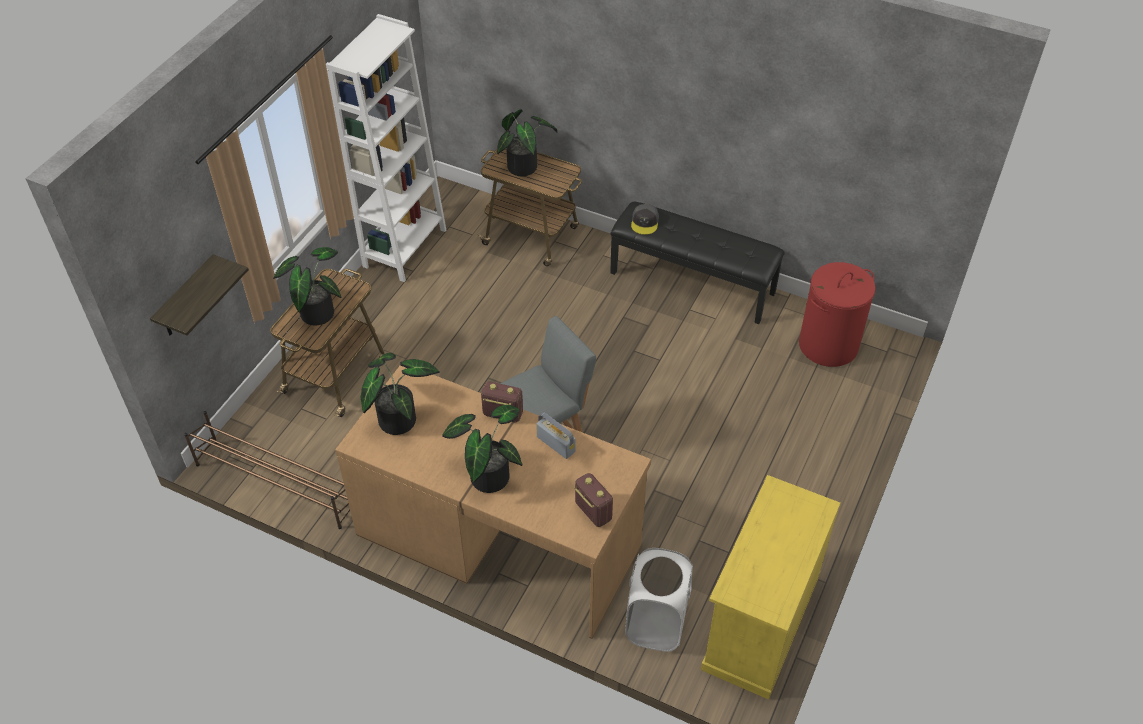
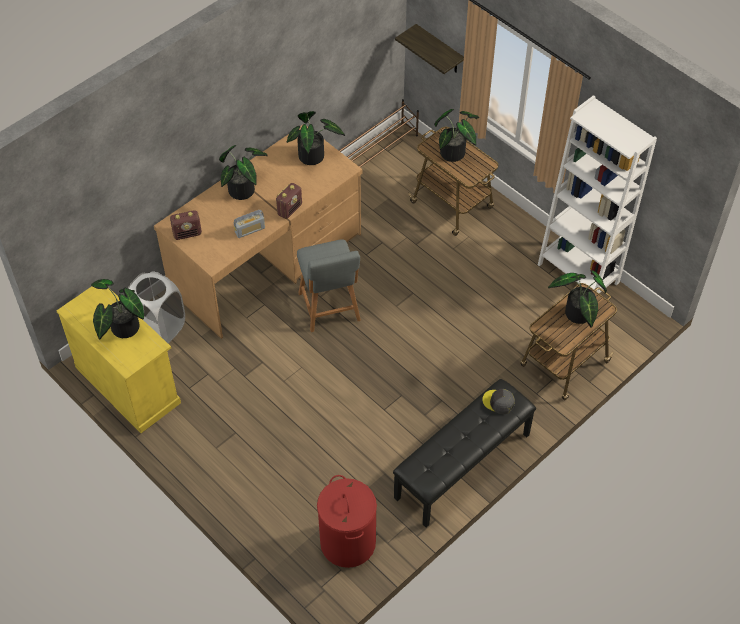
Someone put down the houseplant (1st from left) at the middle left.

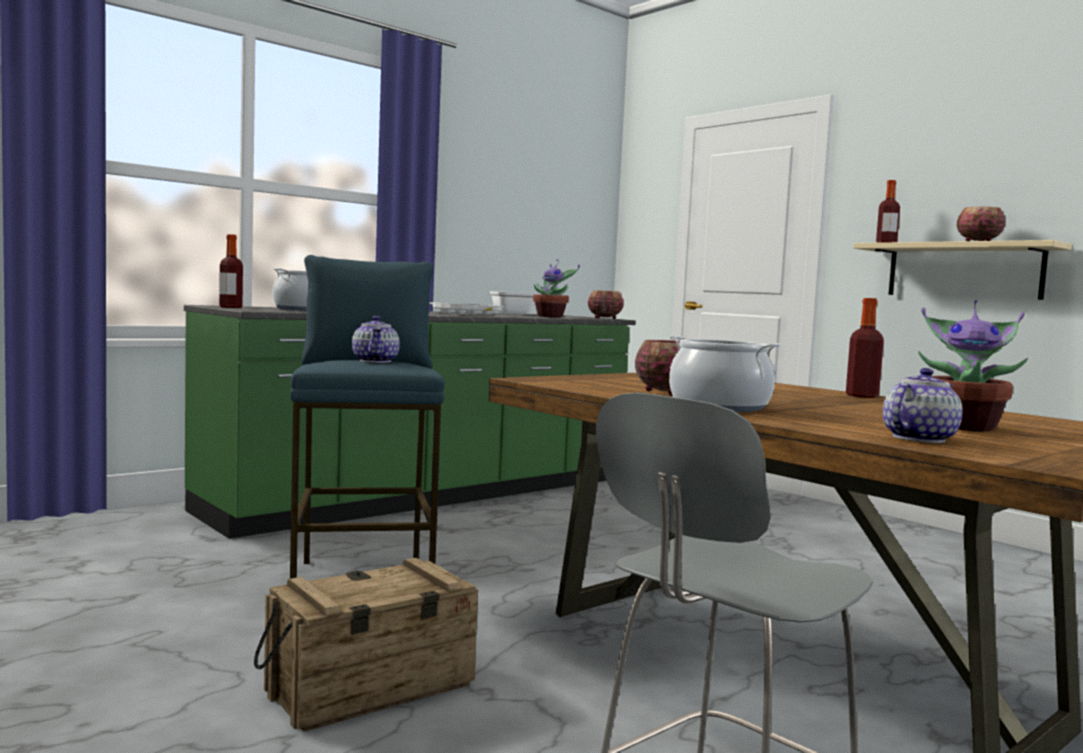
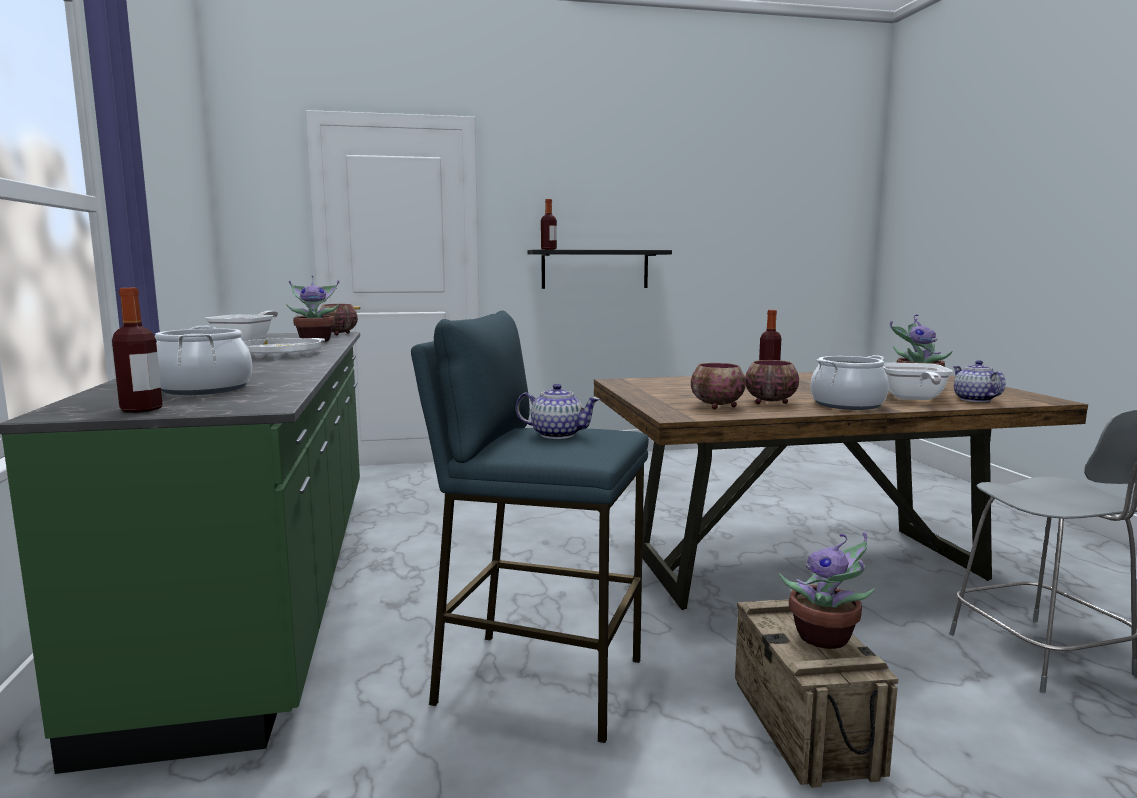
Someone carried the bowl (3rd from left in the first image) from the top right to the centre. Someone repainted the shelf/sand-coloured at the middle right, which became the shelf/black-coloured at the centre. Someone put down the pan (2nd from left) at the middle right. Someone put down the houseplant (2nd from left) at the bottom right.

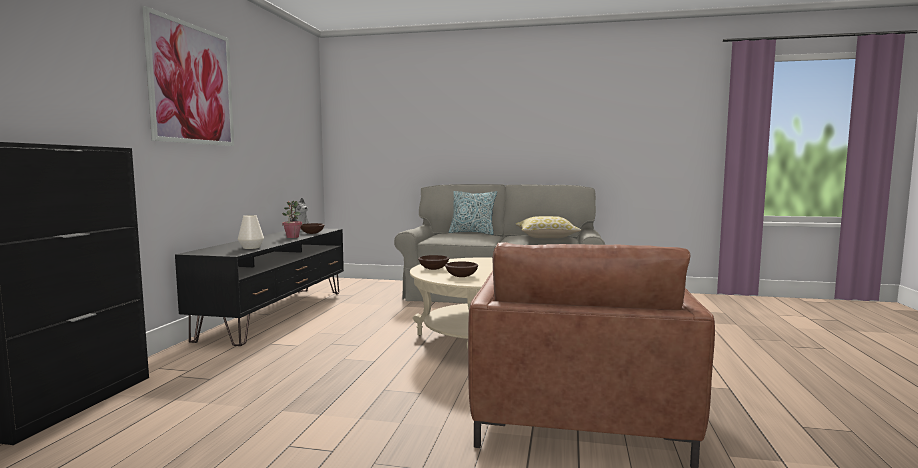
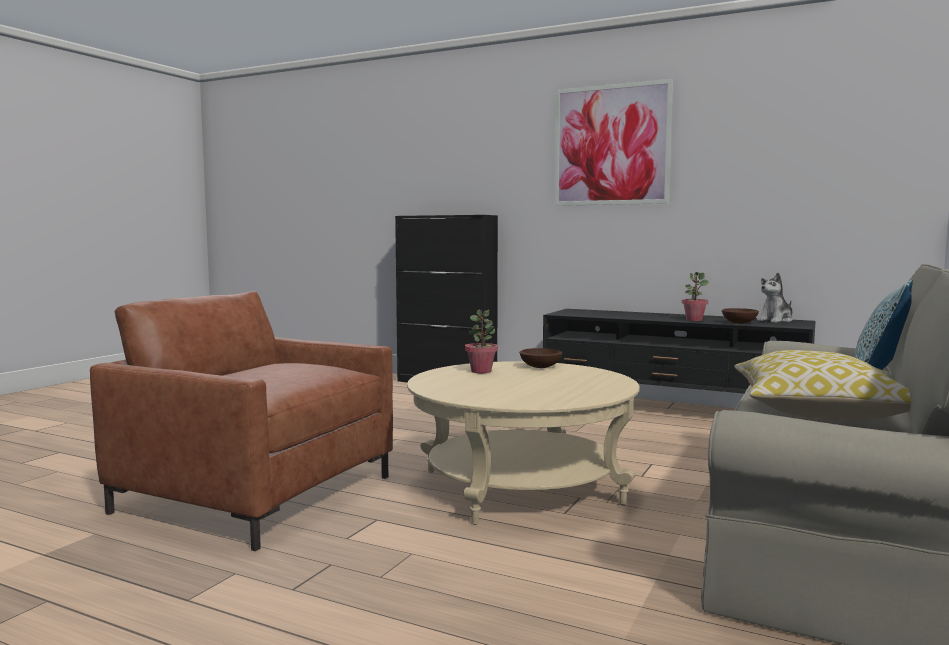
Someone took away the vase/white-coloured at the middle left. Someone swapped the bowl/brown-coloured (3rd from left) at the centre for the houseplant (1st from left) at the centre.

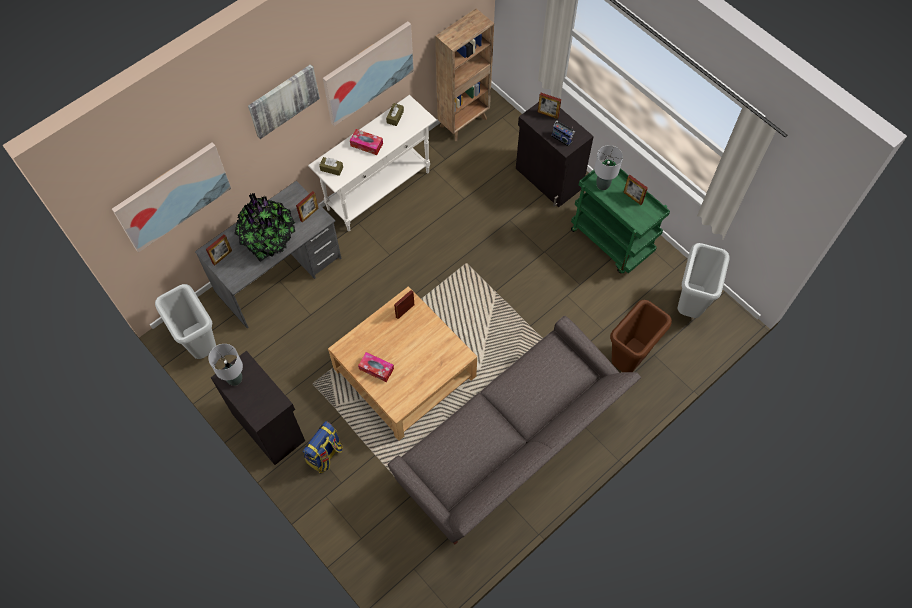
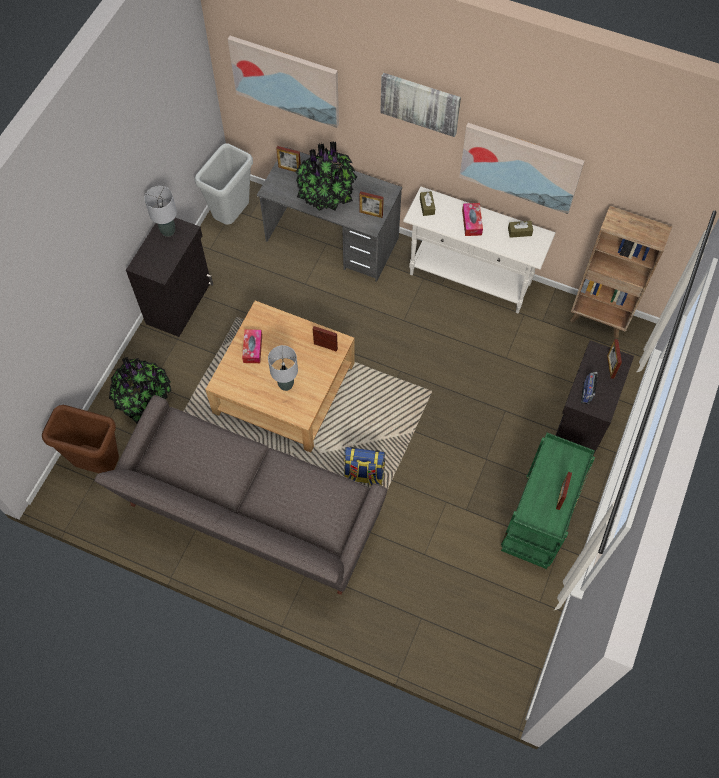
Someone carried the table lamp/grey (2nd from left) from the top right to the centre. Someone took away the rubbish bin/grey (2nd from left) at the middle right. Someone carried the rubbish bin/brown-coloured from the middle right to the middle left. Someone carried the rucksack from the bottom centre to the centre. Someone put down the houseplant (1st from left) at the middle left.

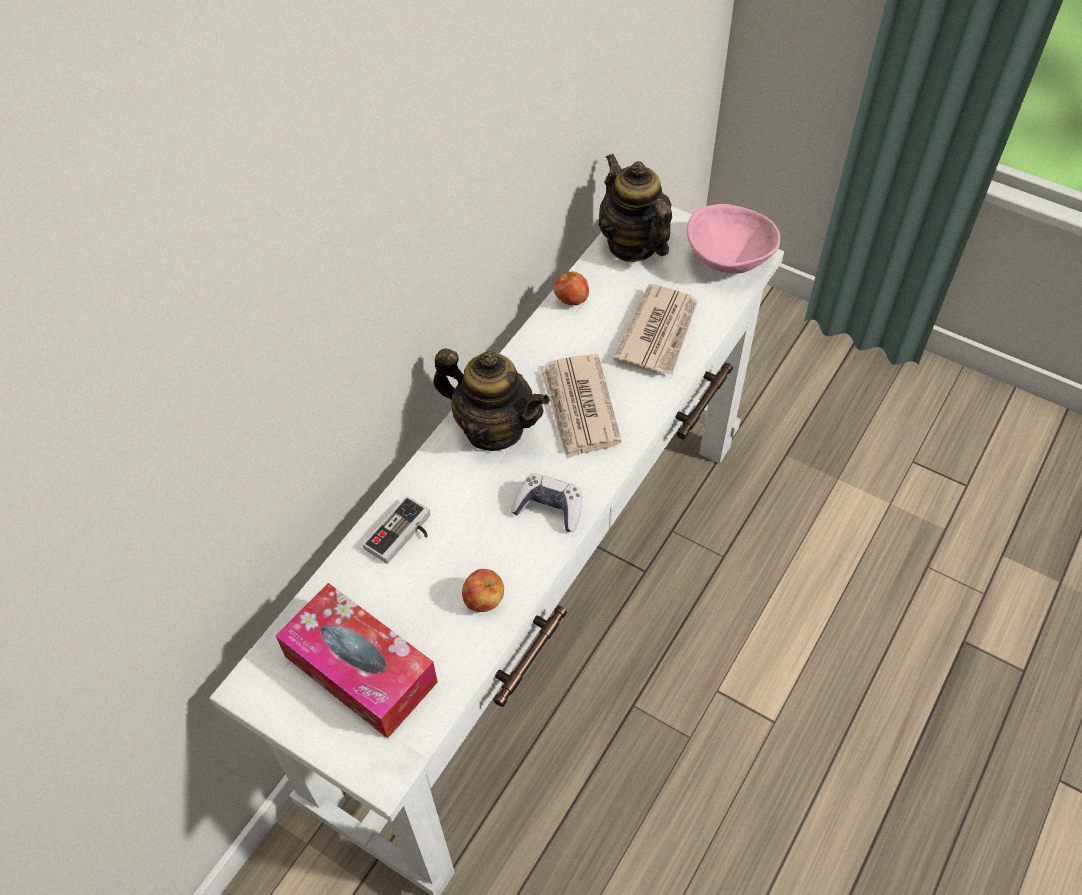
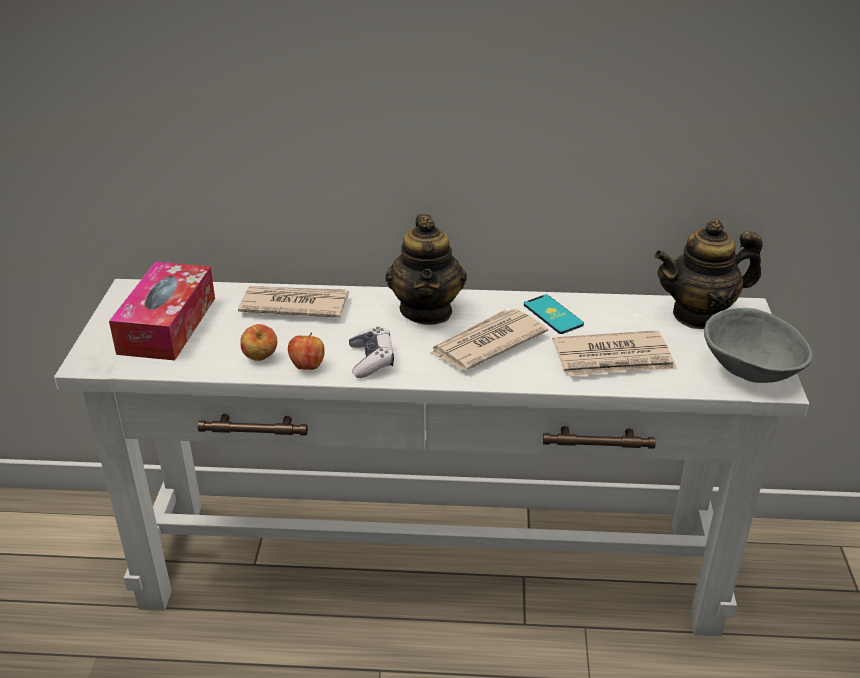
Someone rotated the tea pot (2nd from left) at the top centre by 135 degrees counterclockwise. Someone repainted the bowl/pinkish at the top right, which became the bowl/grey at the middle right. Someone carried the apple (2nd from left) from the top centre to the centre. Someone swapped the game controller (1st from left) at the centre for the printed paper (1st from left) at the centre. Someone put down the handset at the centre.

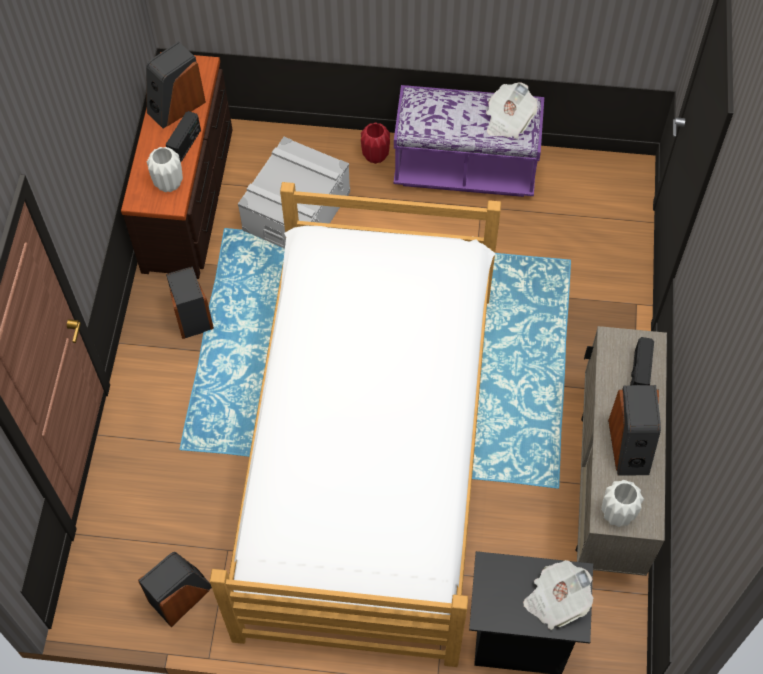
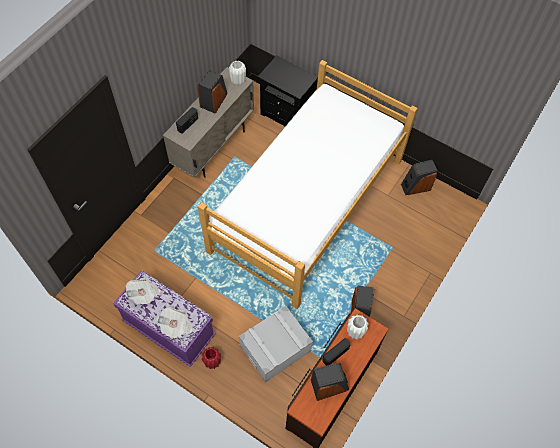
Someone carried the printed paper (2nd from left) from the bottom right to the bottom left.

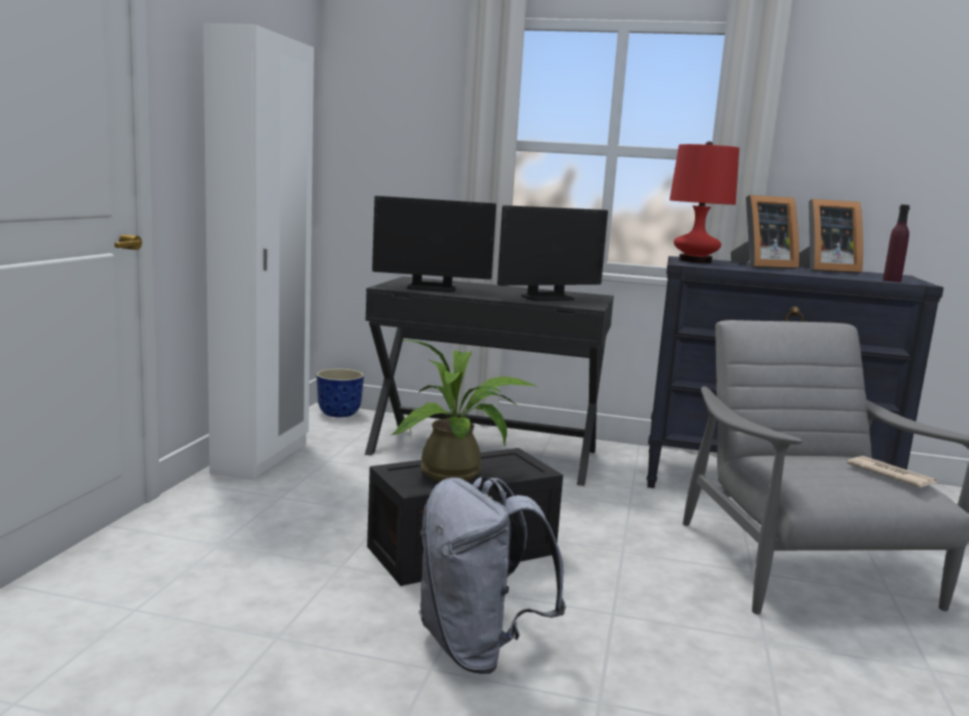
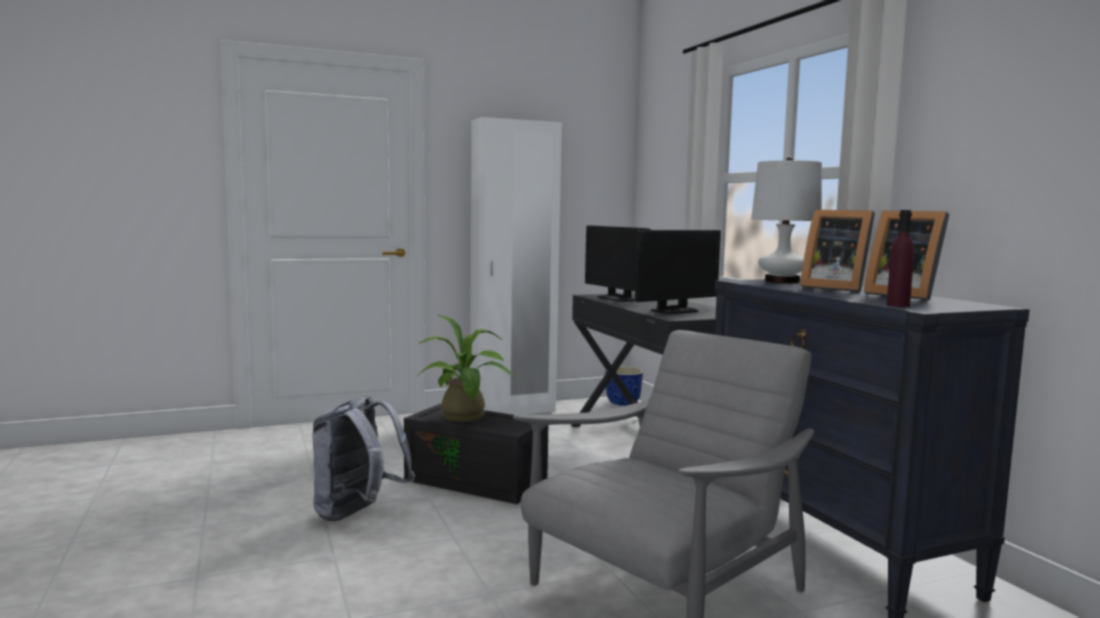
Someone repainted the table lamp/reddish at the top right, which became the table lamp/white-coloured at the middle right. Someone rotated the computer display (2nd from left) at the centre by 60 degrees counterclockwise. Someone took away the printed paper at the middle right.

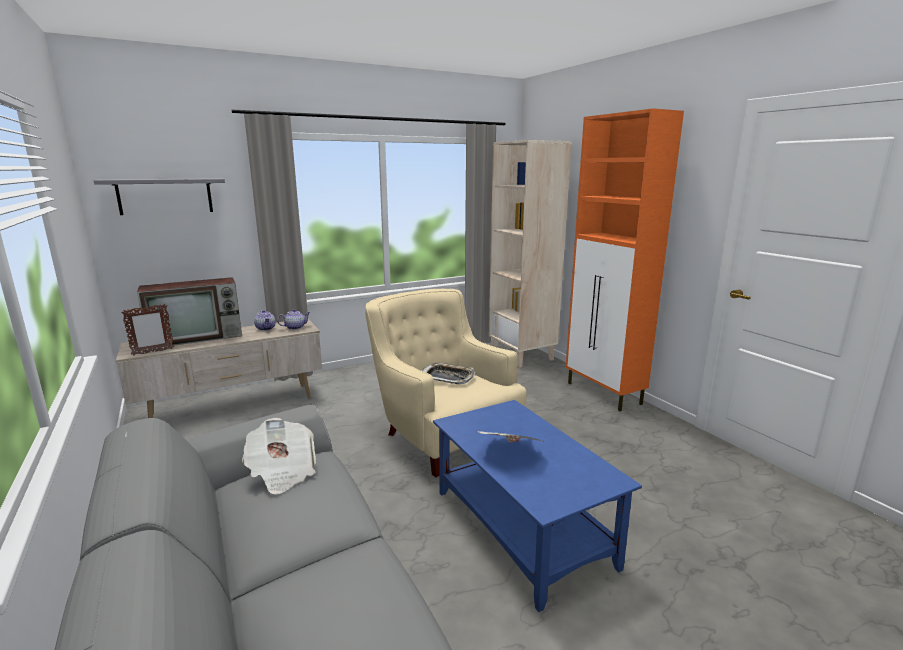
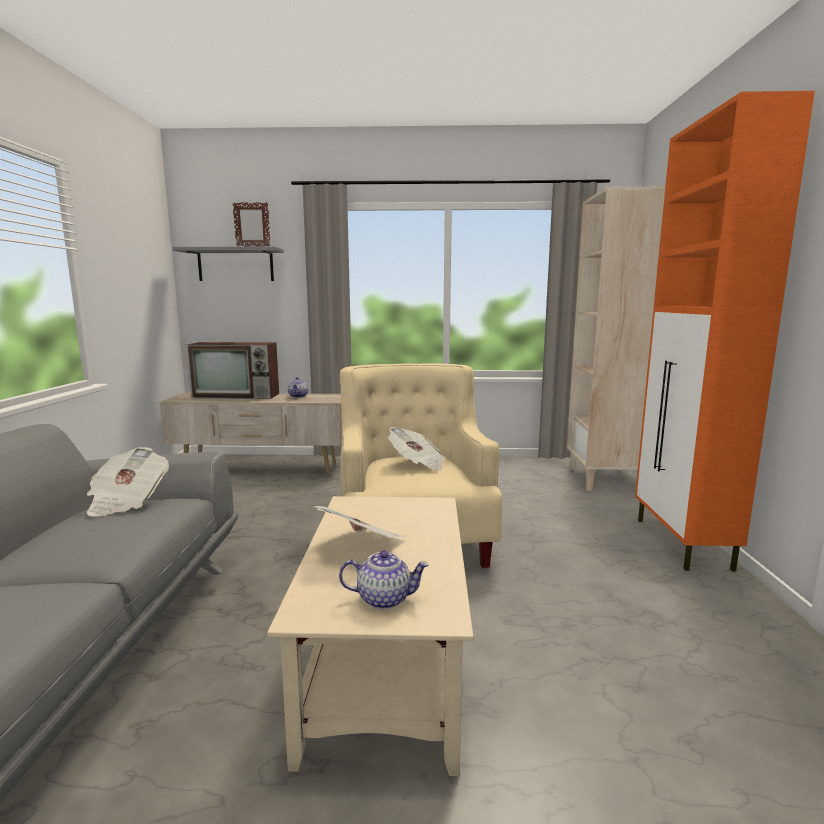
Someone carried the photo frame from the middle left to the top left. Someone carried the tea pot (2nd from left) from the middle left to the bottom centre. Someone swapped the tray at the centre for the printed paper (3rd from left) at the centre. Someone repainted the low table/bluish at the bottom centre, which became the low table/sand-coloured at the bottom centre.

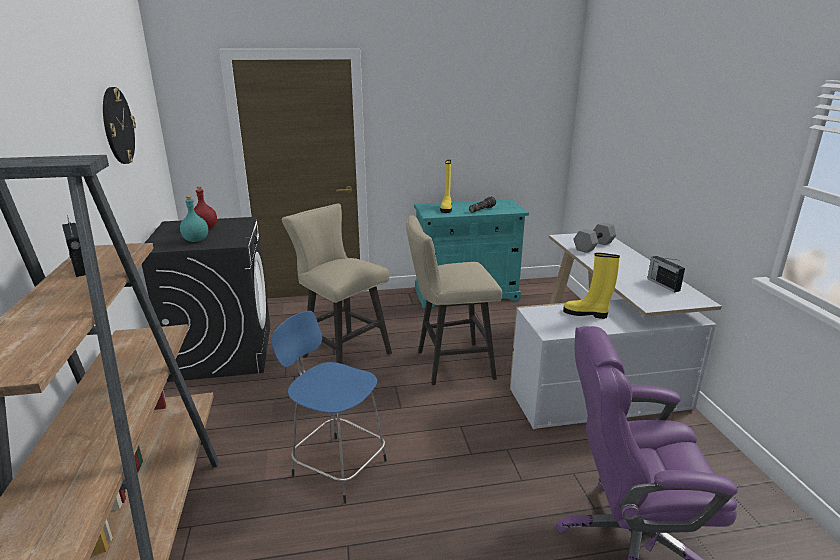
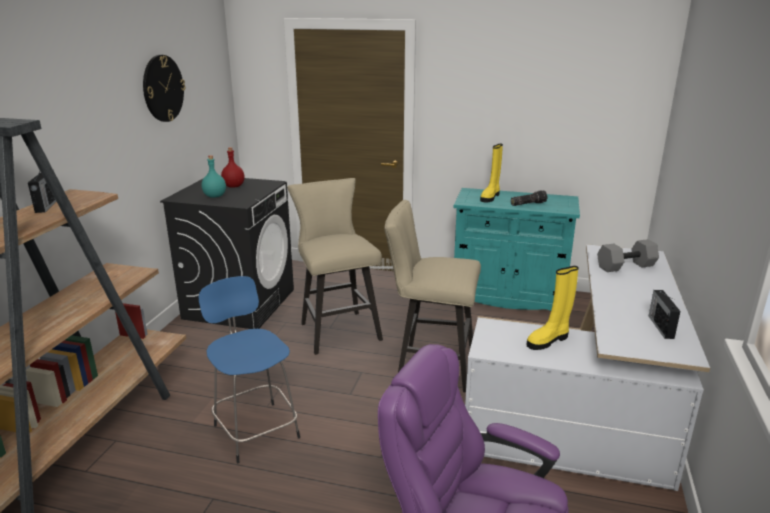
Someone rotated the boot/yellow (2nd from left) at the middle right by 75 degrees counterclockwise.

